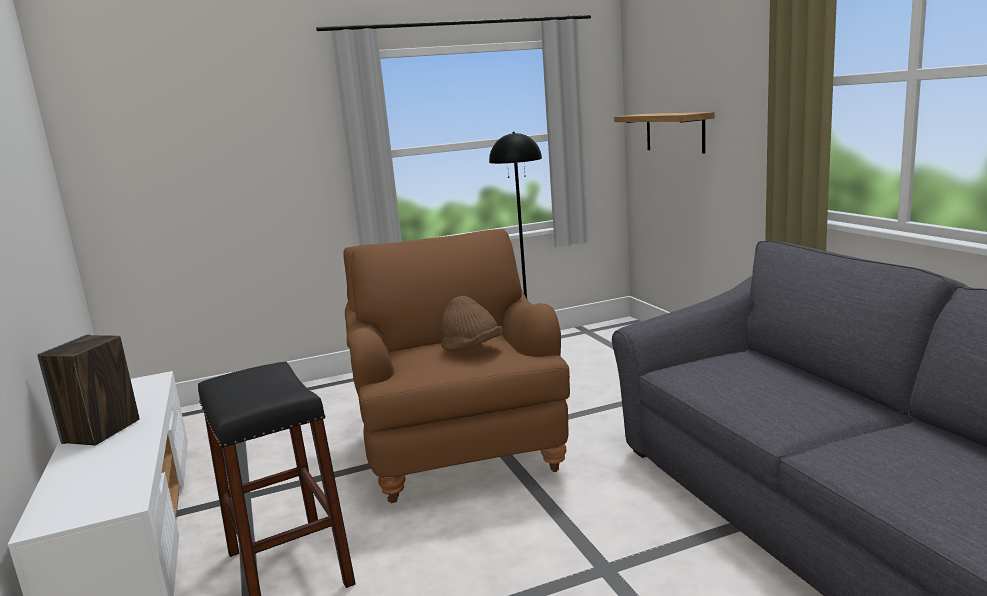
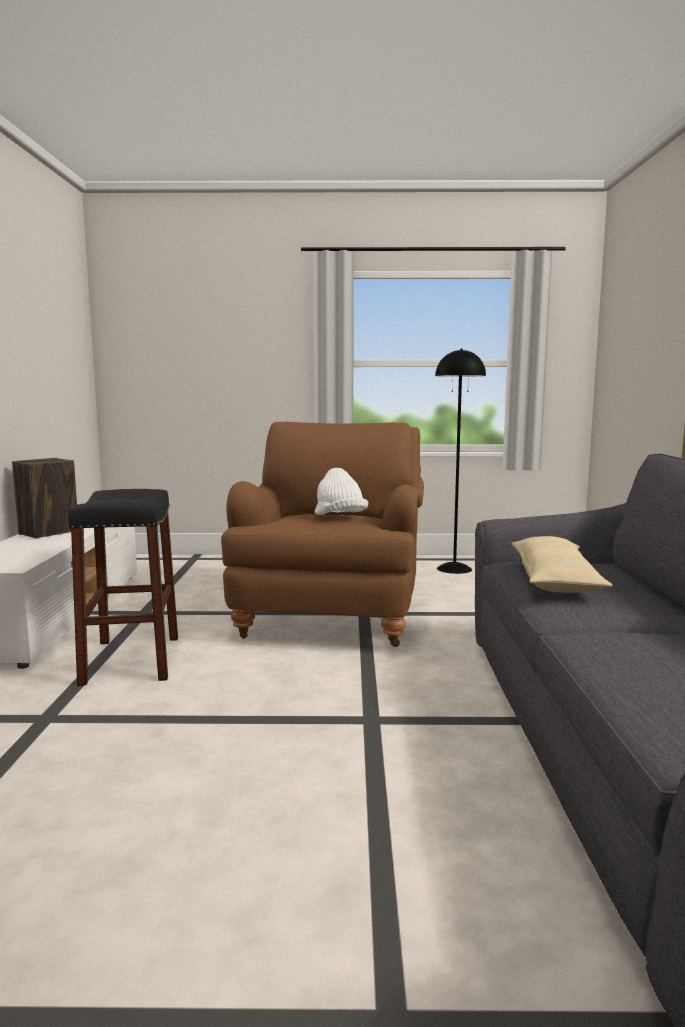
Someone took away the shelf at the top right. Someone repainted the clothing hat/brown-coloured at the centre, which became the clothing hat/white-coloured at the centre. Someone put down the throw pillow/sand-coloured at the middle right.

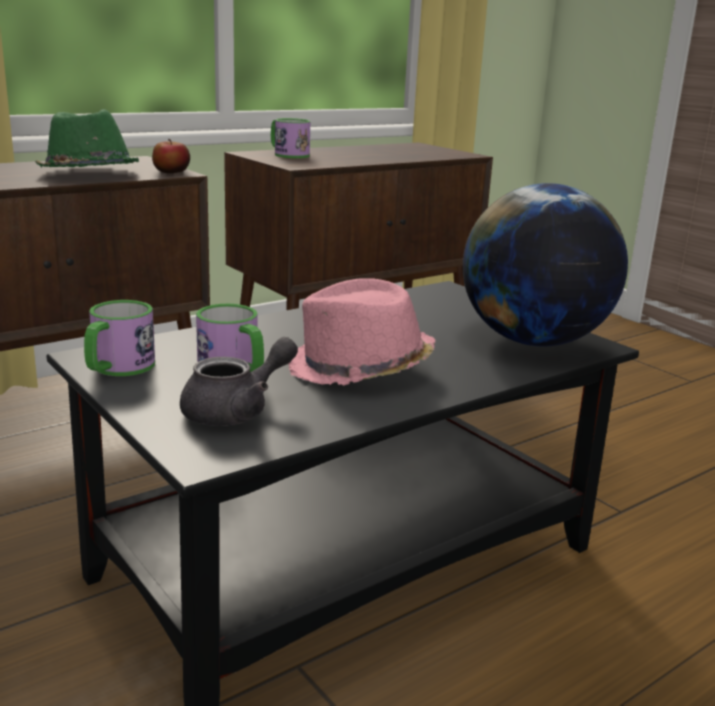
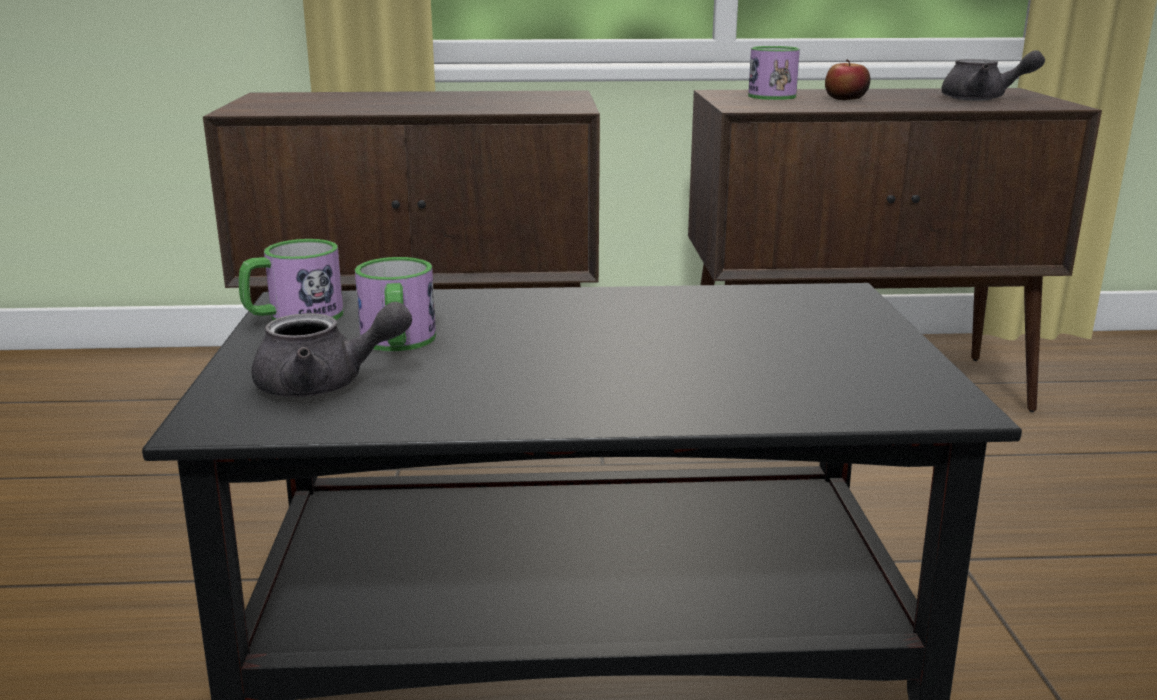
Someone took away the clothing hat/green-coloured at the top left. Someone carried the apple from the top left to the top right. Someone took away the desk globe at the middle right. Someone took away the clothing hat/pinkish at the centre. Someone put down the tea pot/grey (2nd from left) at the top right.

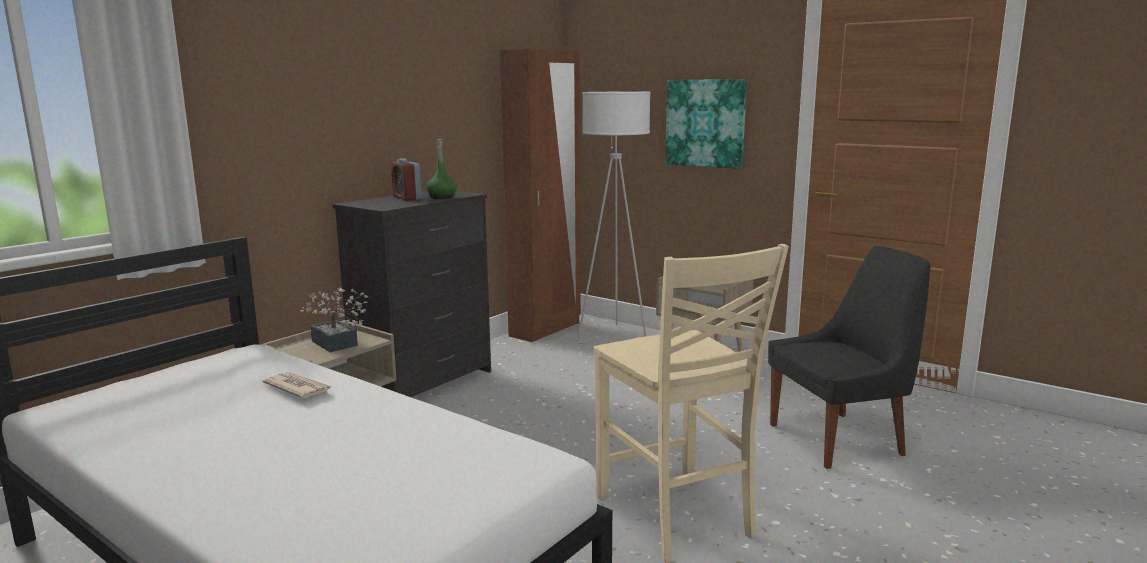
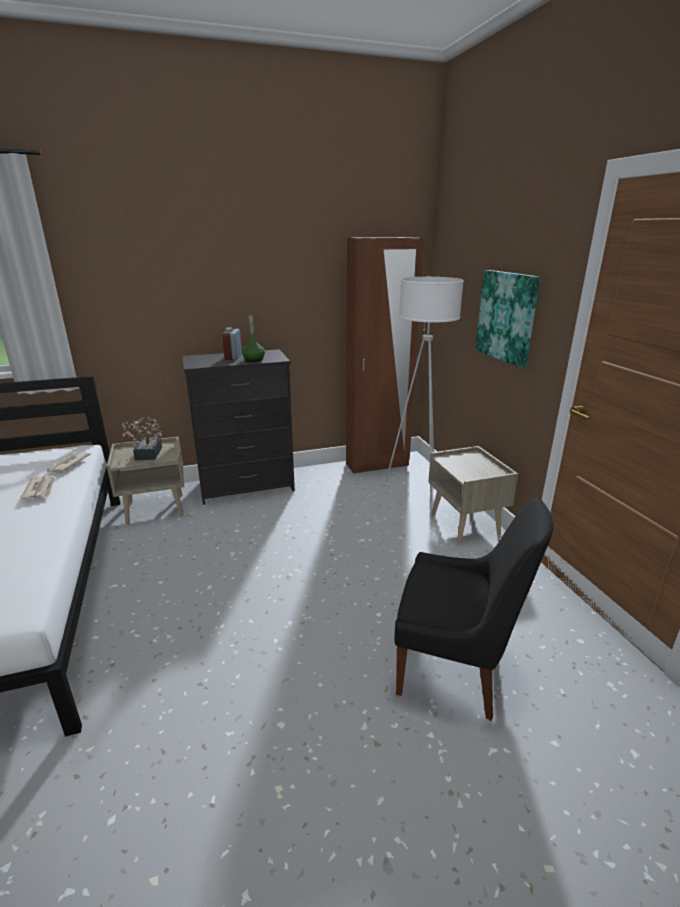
Someone took away the chair/sand-coloured at the bottom centre. Someone put down the printed paper (2nd from left) at the middle left.

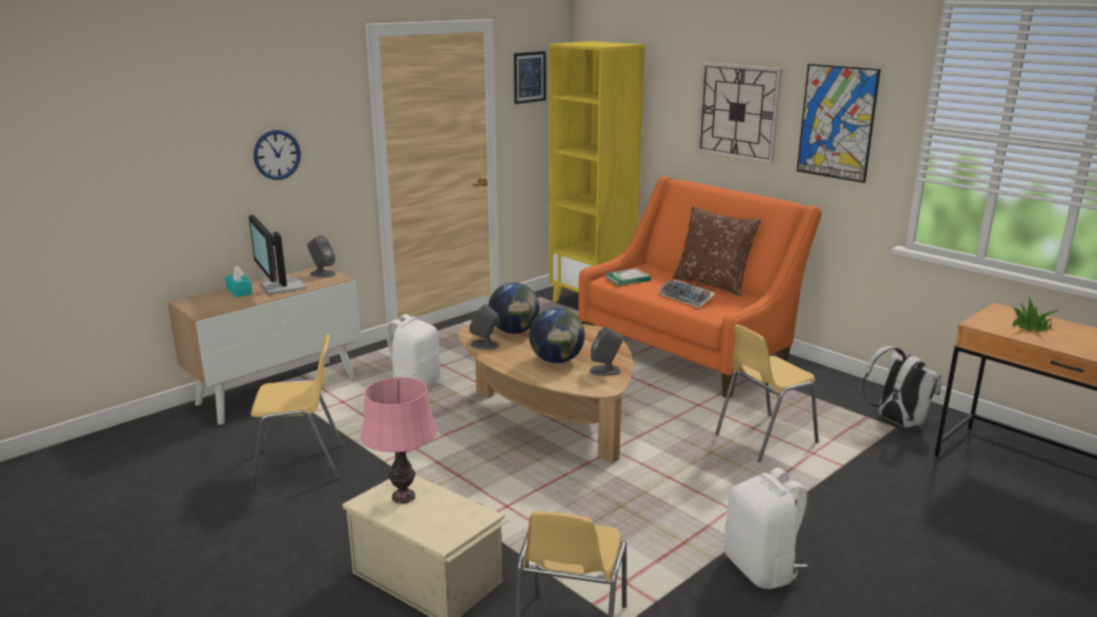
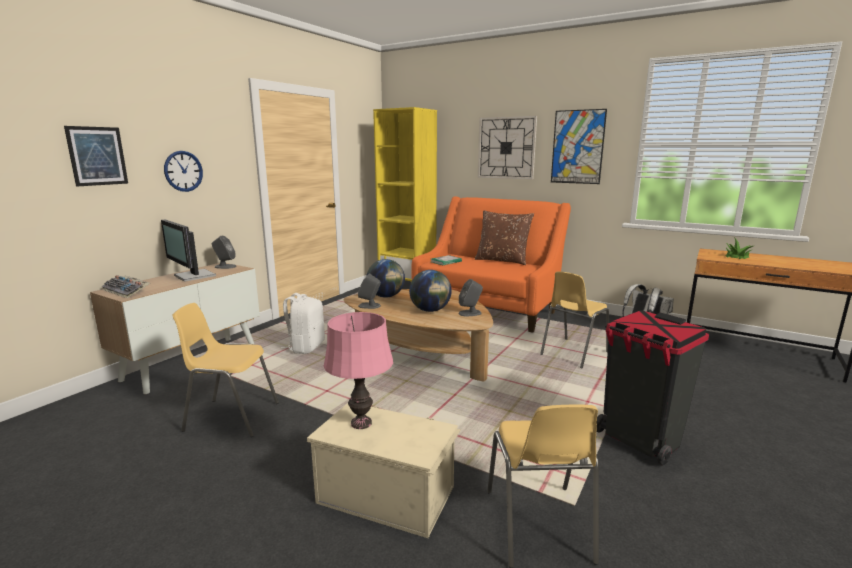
Someone carried the picture (1st from left) from the top centre to the top left. Someone took away the tissue holder/turquoise-coloured at the middle left. Someone carried the PC keyboard from the centre to the middle left. Someone rotated the chair/yellow (1st from left) at the middle left by 150 degrees counterclockwise. Someone swapped the rucksack/white-coloured (2nd from left) at the bottom right for the rubbish bin/black-coloured at the bottom right.

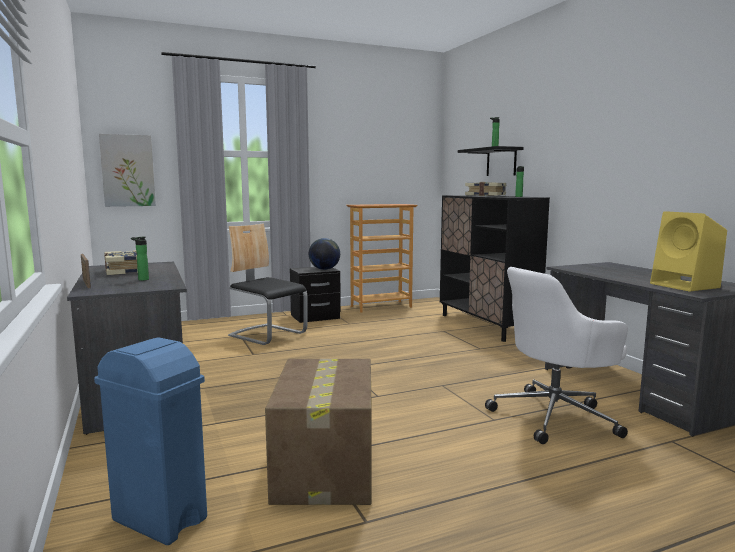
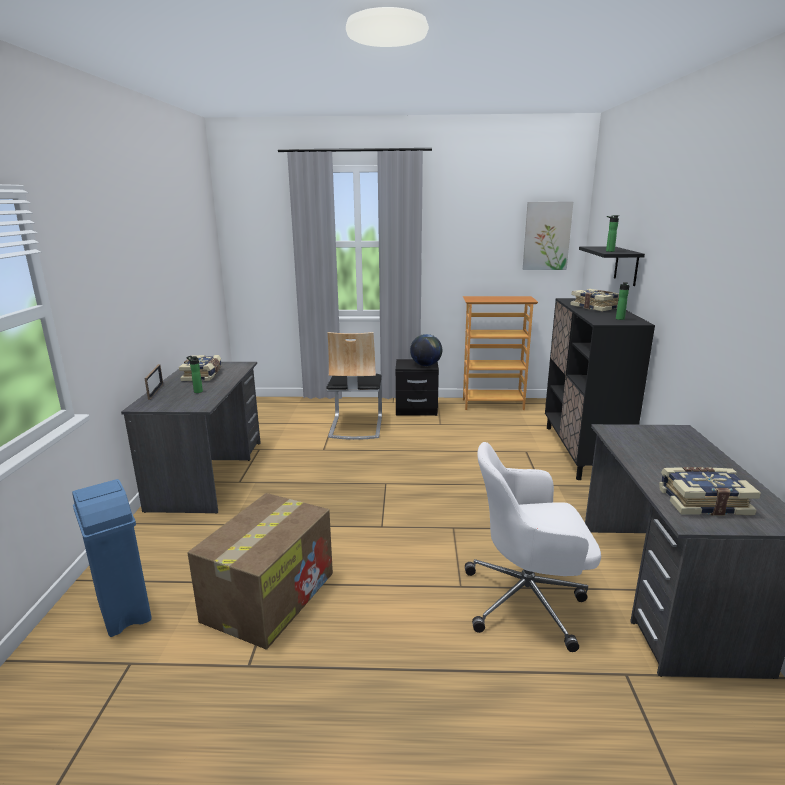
Someone carried the picture from the top left to the top right. Someone swapped the speaker/yellow at the middle right for the bound book (3rd from left) at the middle right. Someone rotated the chair at the centre by 150 degrees counterclockwise.

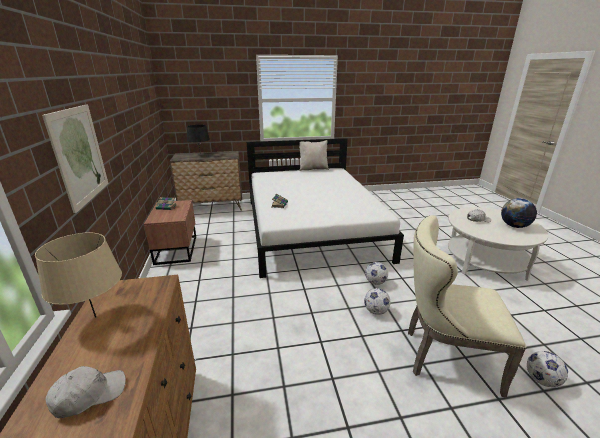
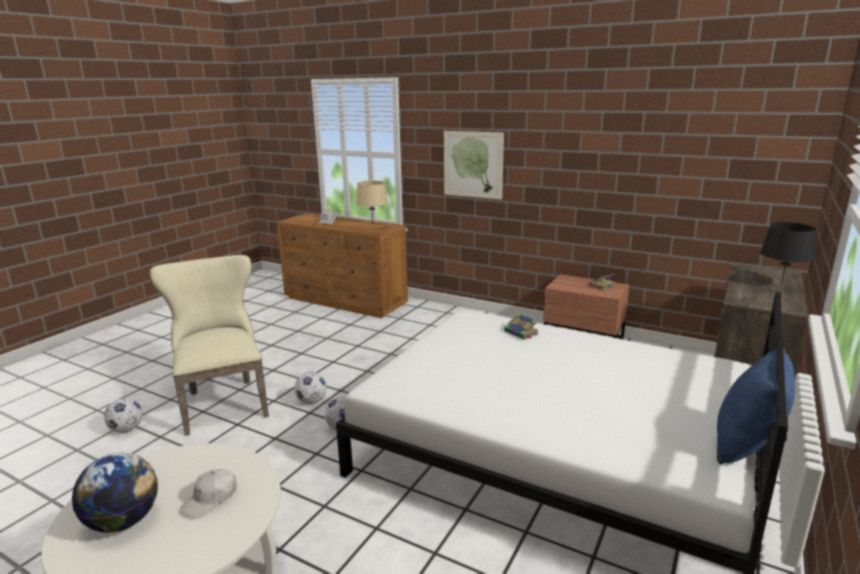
Someone repainted the throw pillow/sand-coloured at the centre, which became the throw pillow/bluish at the bottom right. Someone rotated the chair/sand-coloured at the bottom right by 75 degrees counterclockwise.

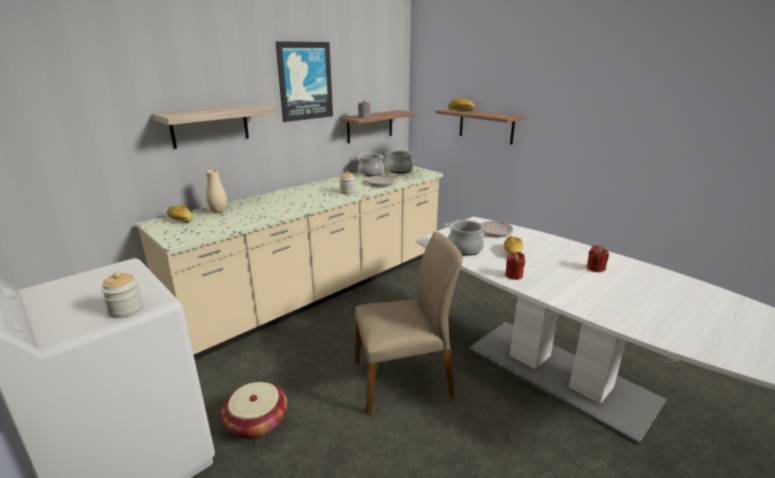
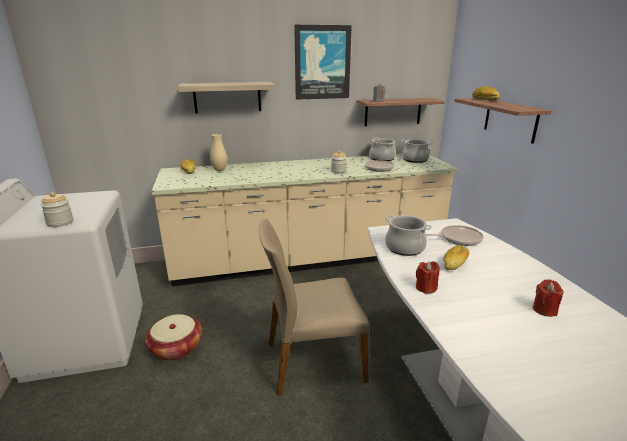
Someone rotated the chair/sand-coloured at the bottom centre by 150 degrees clockwise.

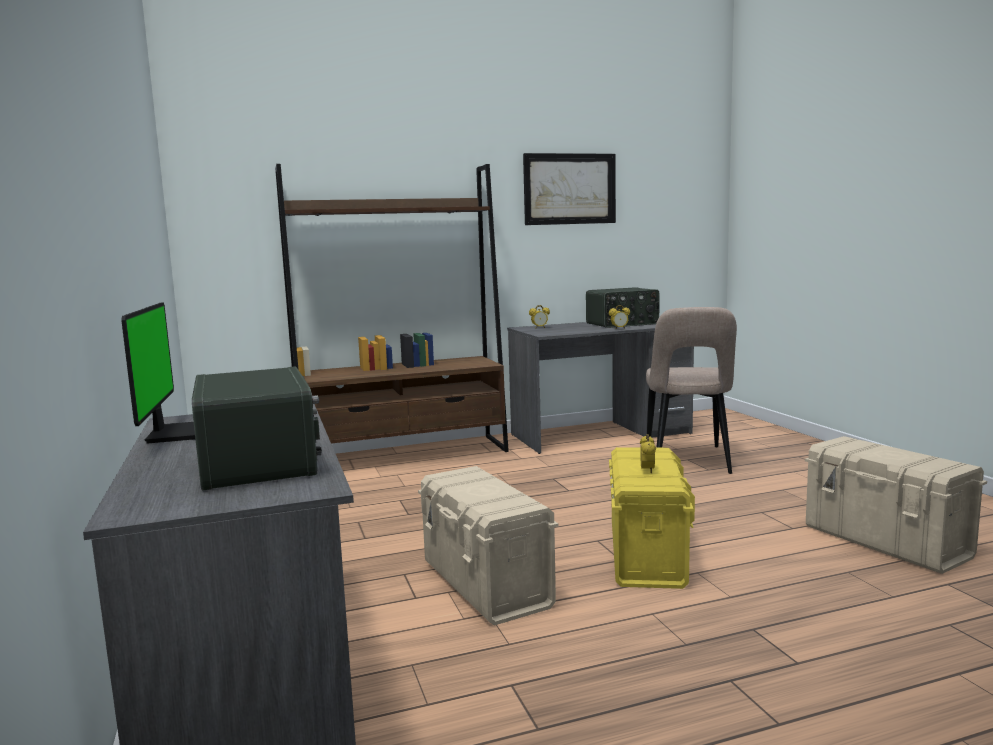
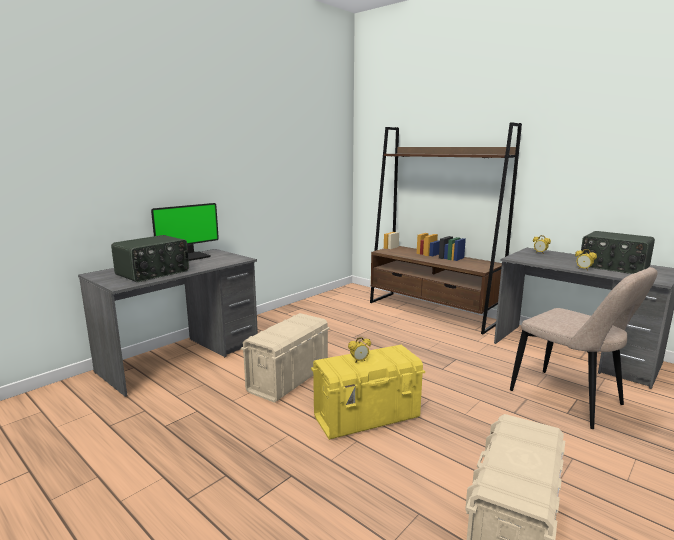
Someone took away the picture at the top centre. Someone rotated the chair/sand-coloured at the middle right by 105 degrees counterclockwise.

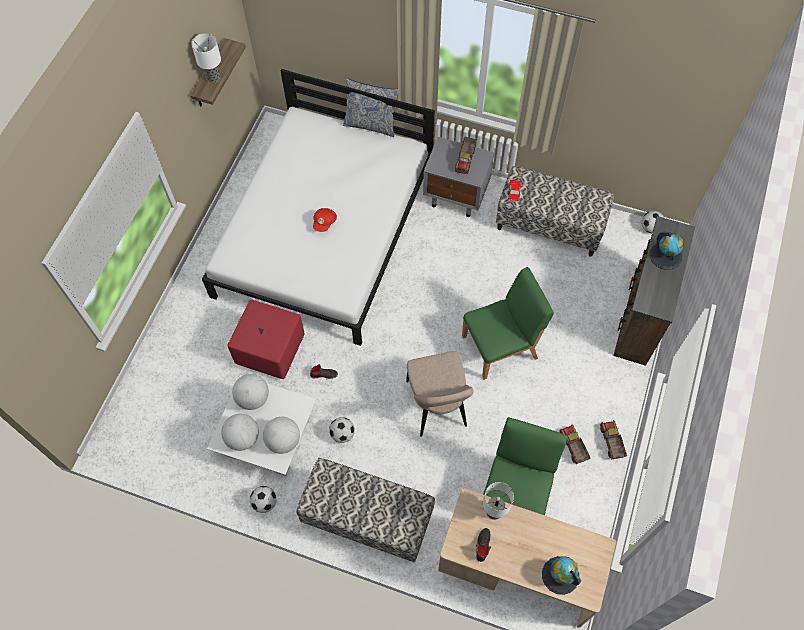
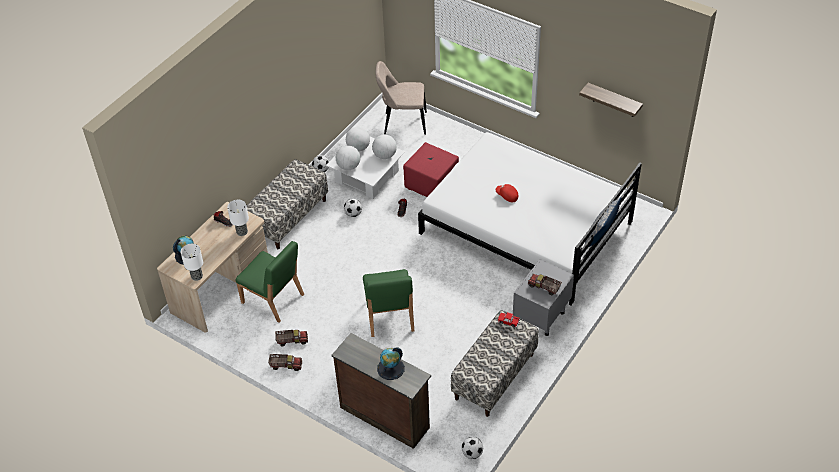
Someone carried the table lamp (1st from left) from the top left to the middle left. Someone carried the chair/sand-coloured from the centre to the top centre.

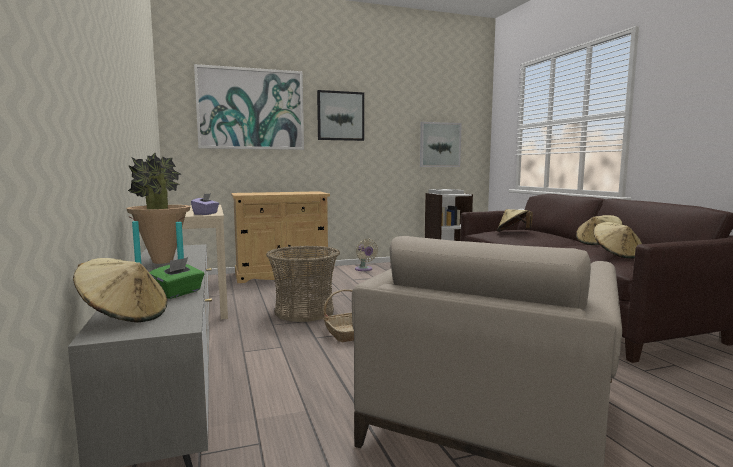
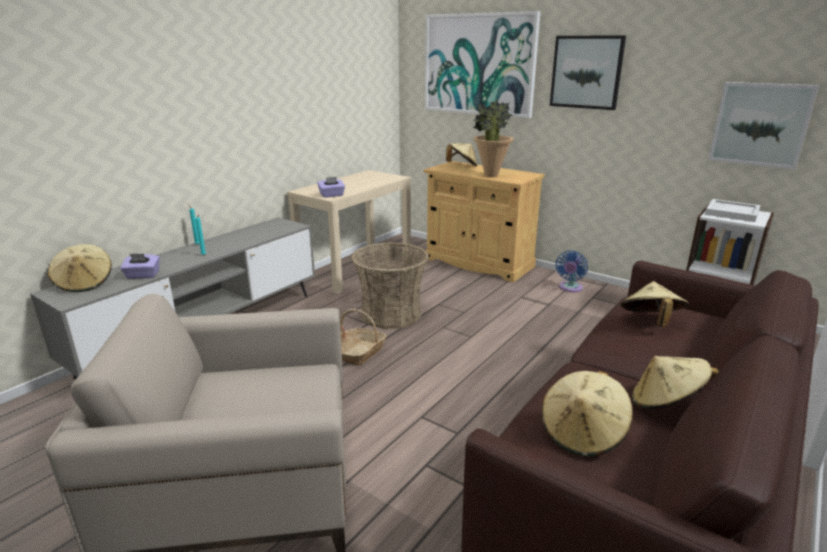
Someone carried the houseplant from the middle left to the top centre. Someone repainted the electric fan/sand-coloured at the centre, which became the electric fan/bluish at the middle right. Someone repainted the tissue holder/green-coloured at the middle left, which became the tissue holder/purple (1st from left) at the middle left. Someone put down the clothing hat/sand-coloured (2nd from left) at the top centre.

